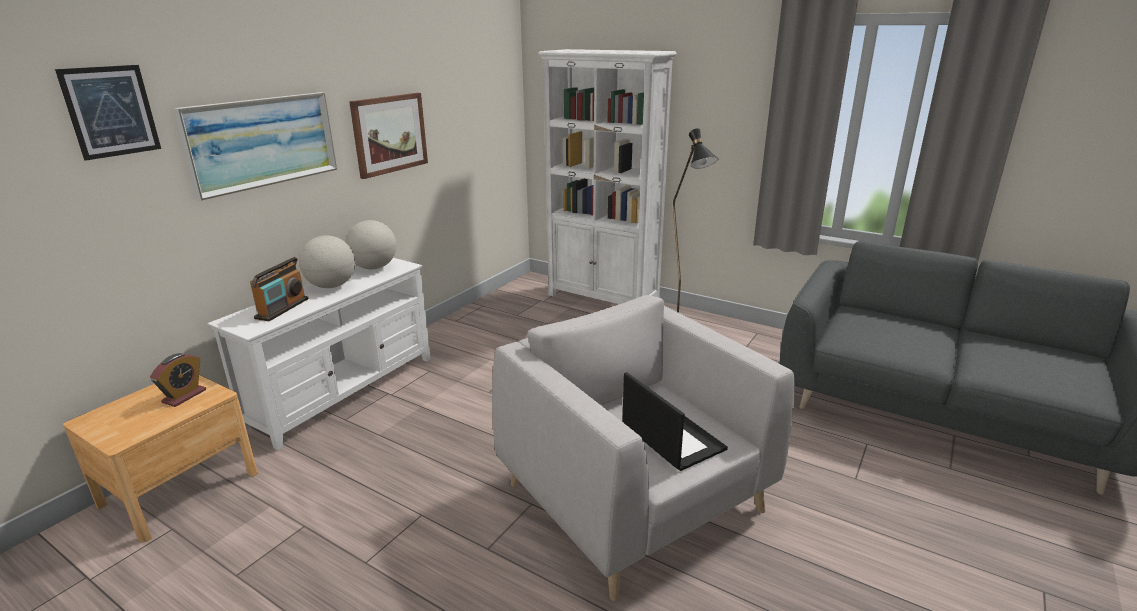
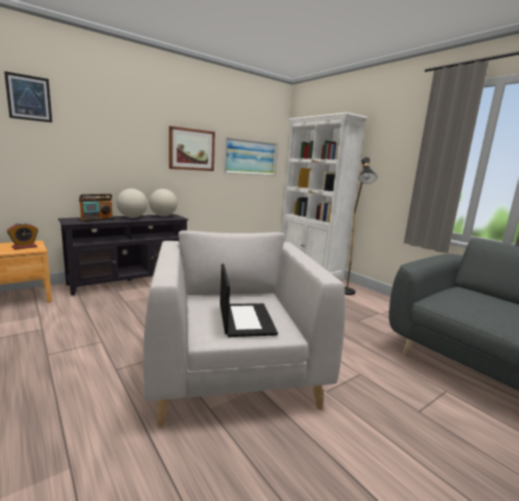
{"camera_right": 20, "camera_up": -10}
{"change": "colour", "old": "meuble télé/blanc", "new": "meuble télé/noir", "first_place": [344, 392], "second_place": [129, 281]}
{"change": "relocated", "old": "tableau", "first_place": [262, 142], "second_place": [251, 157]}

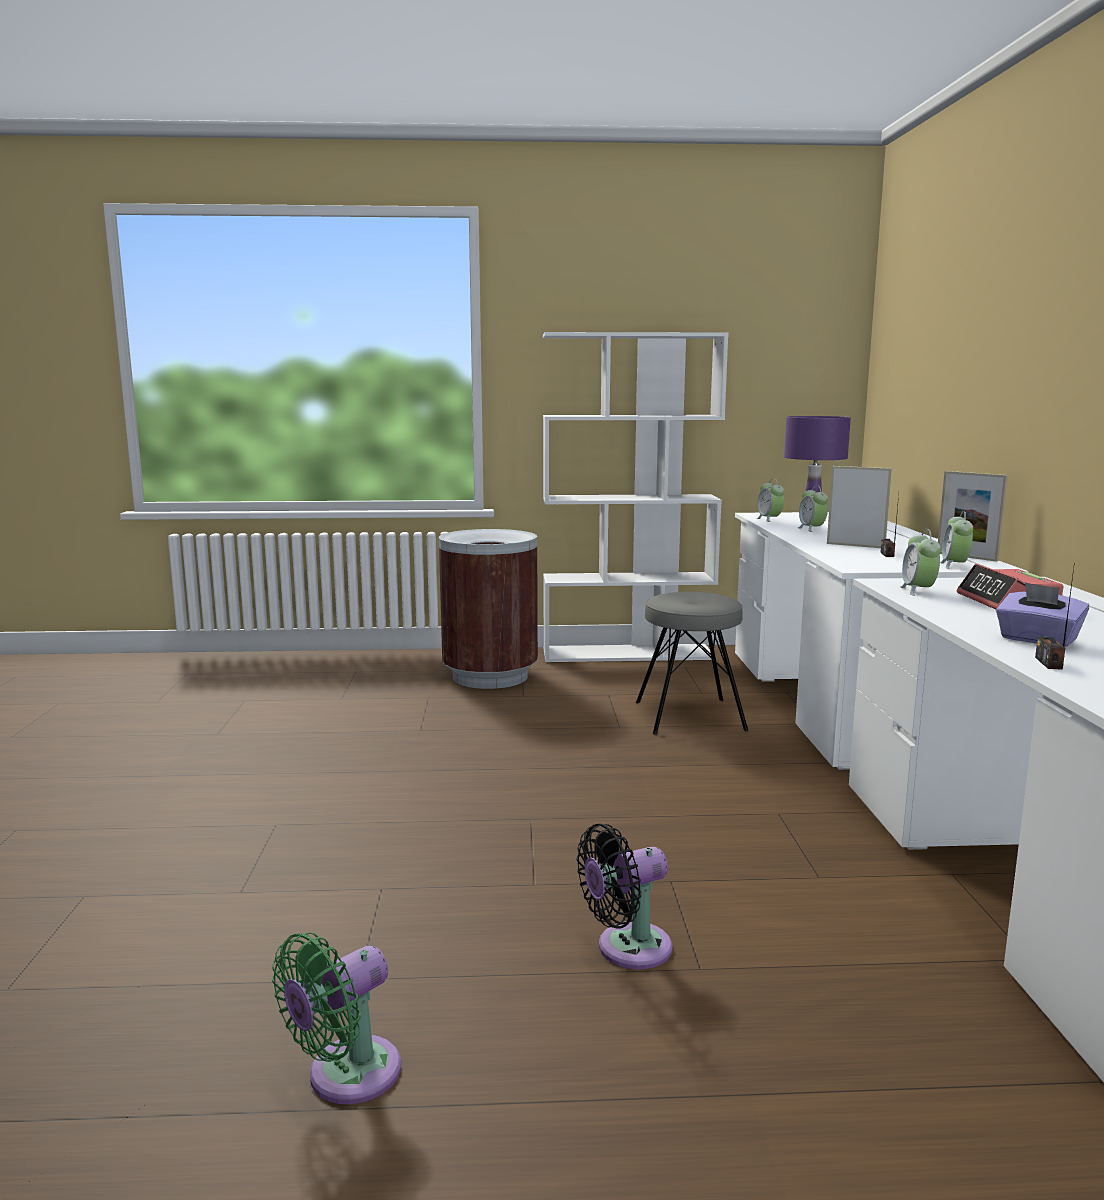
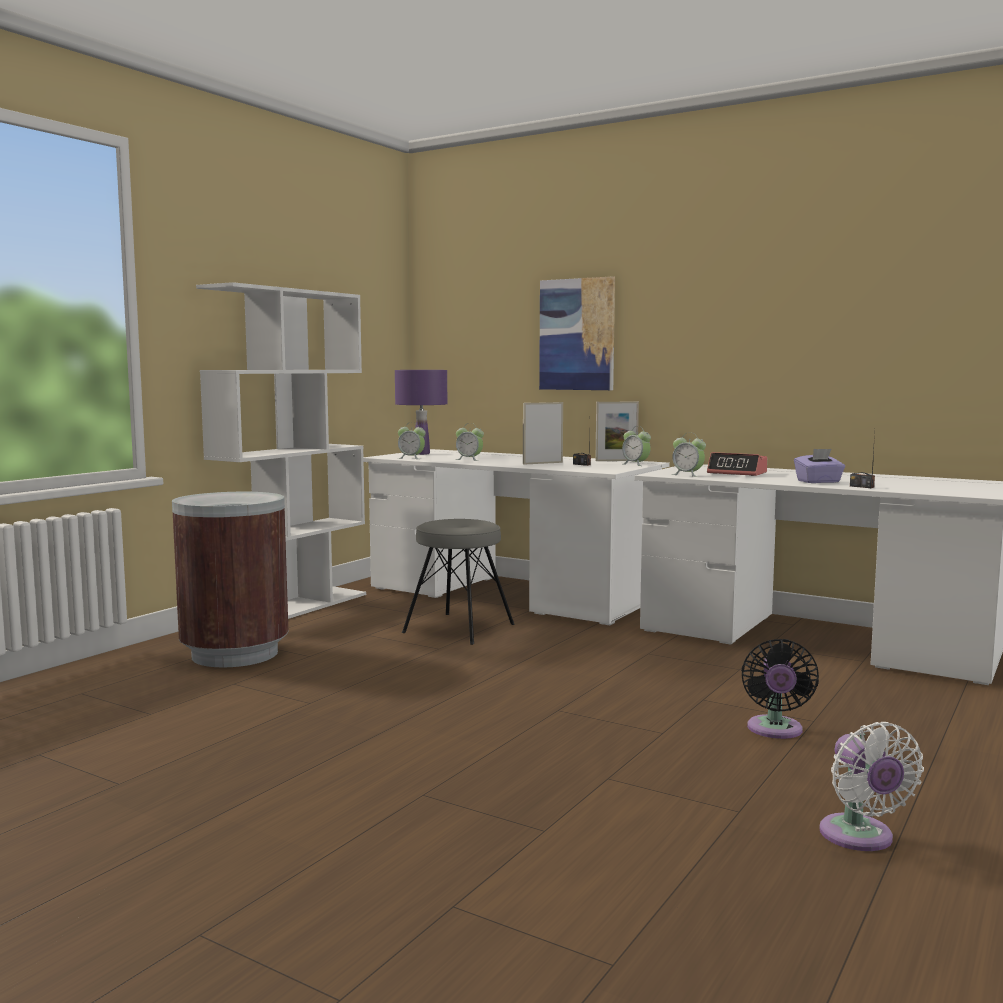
{"camera_right": -55, "camera_up": -5}
{"change": "appeared", "new": "tableau", "second_place": [577, 334]}
{"change": "colour", "old": "ventilateur/vert", "new": "ventilateur/blanc", "first_place": [346, 1076], "second_place": [860, 838]}

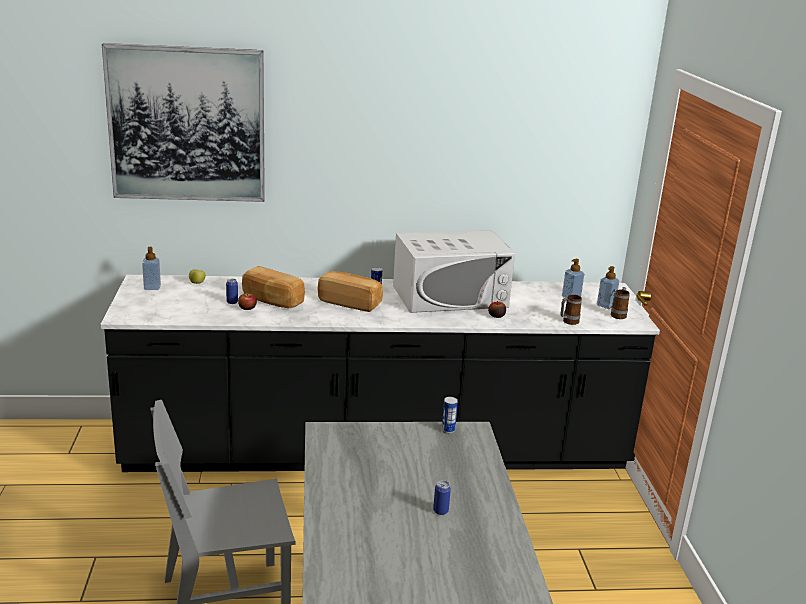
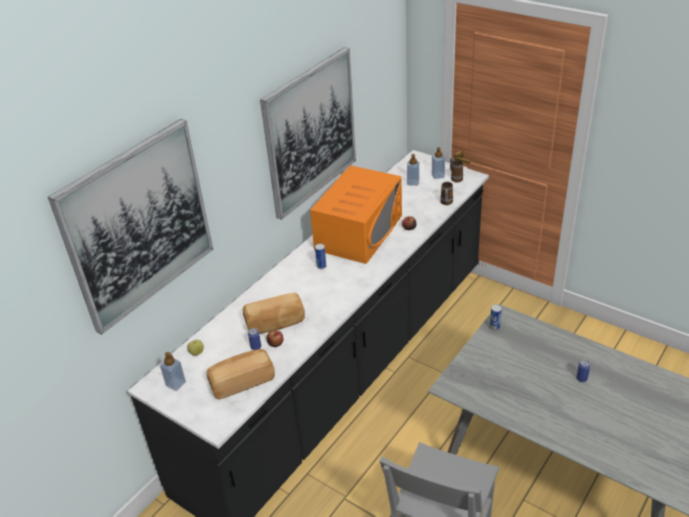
{"camera_right": -45, "camera_up": 15}
{"change": "relocated", "old": "pain", "first_place": [350, 302], "second_place": [242, 382]}
{"change": "appeared", "new": "tableau", "second_place": [310, 132]}
{"change": "colour", "old": "micro-ondes/blanc", "new": "micro-ondes/orange", "first_place": [450, 296], "second_place": [359, 232]}

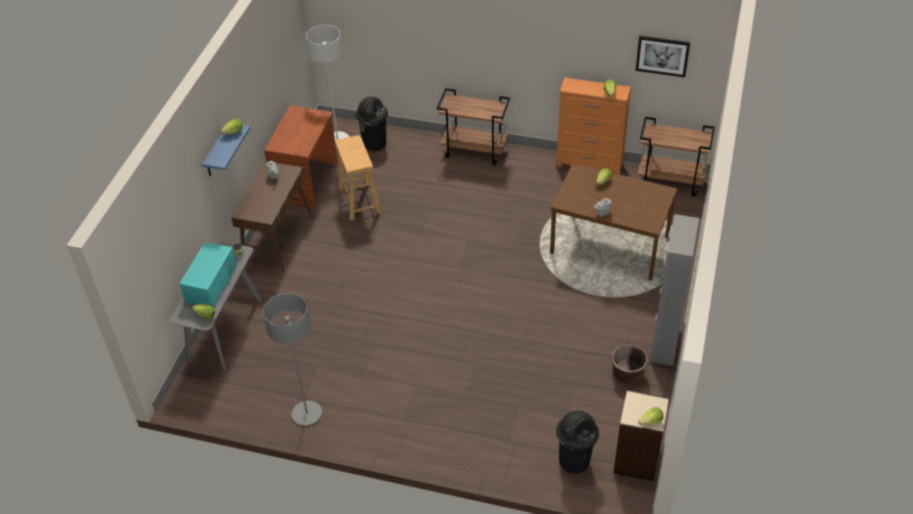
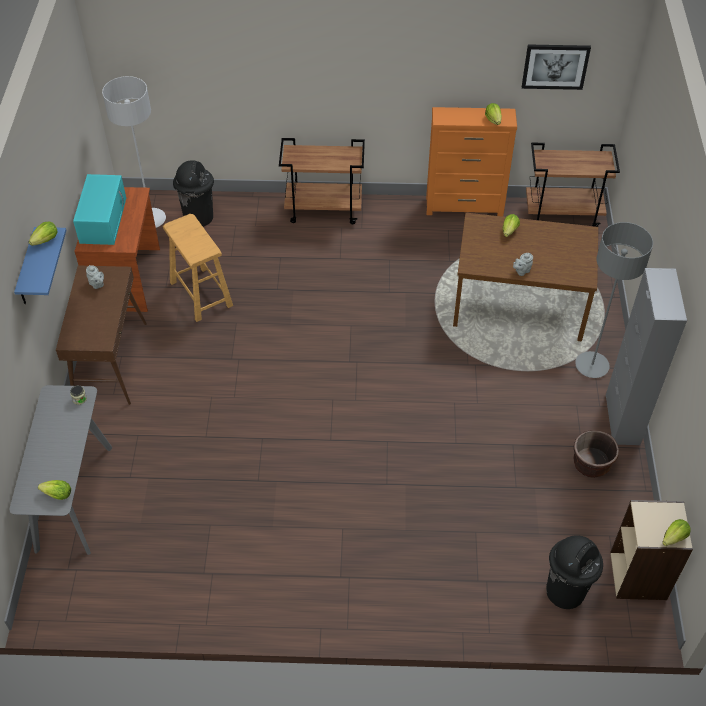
{"camera_right": -15, "camera_up": 5}
{"change": "relocated", "old": "micro-ondes/turquoise", "first_place": [211, 282], "second_place": [103, 219]}
{"change": "relocated", "old": "lampadaire/gris", "first_place": [307, 414], "second_place": [592, 366]}

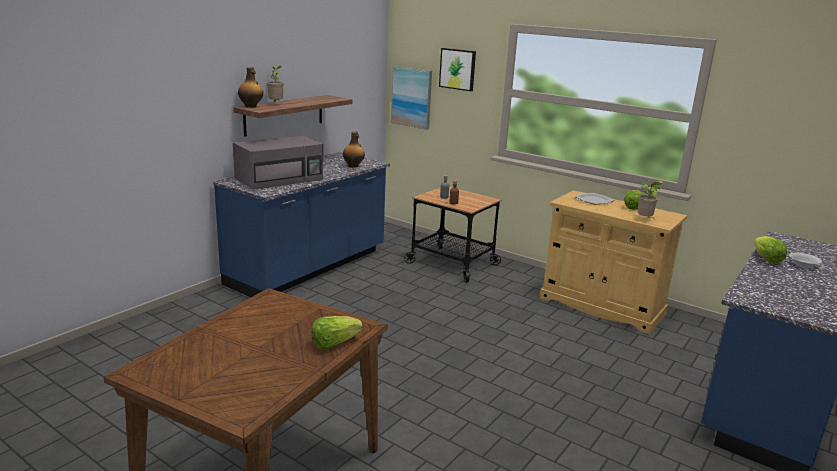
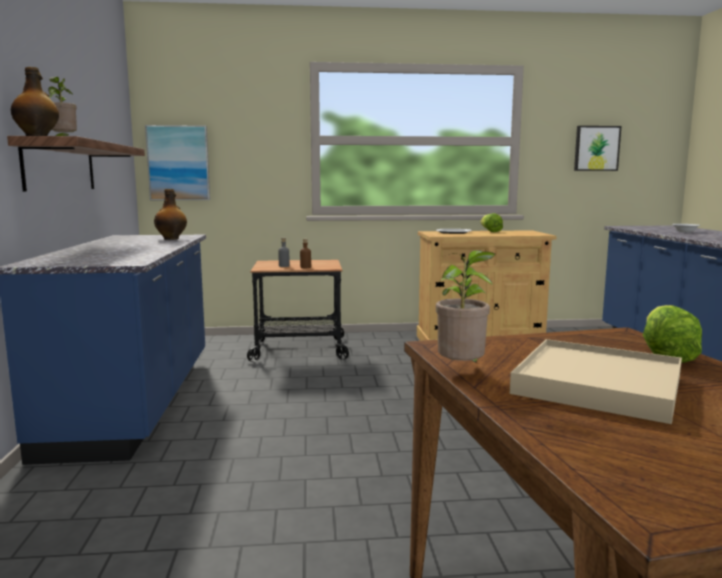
{"camera_right": -40, "camera_up": -10}
{"change": "relocated", "old": "plante en pot", "first_place": [645, 220], "second_place": [462, 371]}
{"change": "appeared", "new": "plateau/beige", "second_place": [598, 385]}
{"change": "relocated", "old": "tableau", "first_place": [458, 69], "second_place": [596, 148]}
{"change": "missing", "old": "micro-ondes/gris", "first_place": [280, 179]}
{"change": "missing", "old": "laitue", "first_place": [766, 259]}

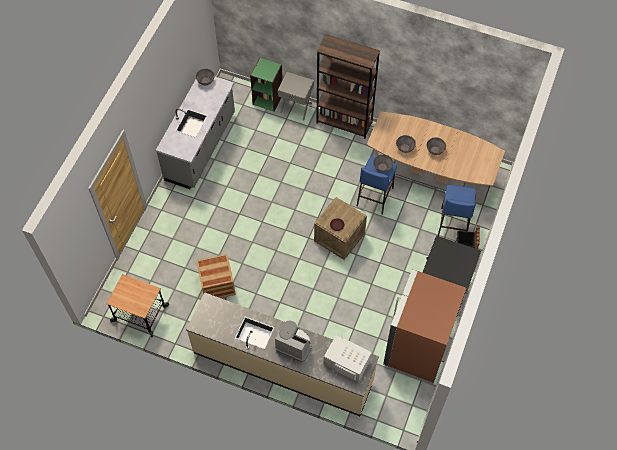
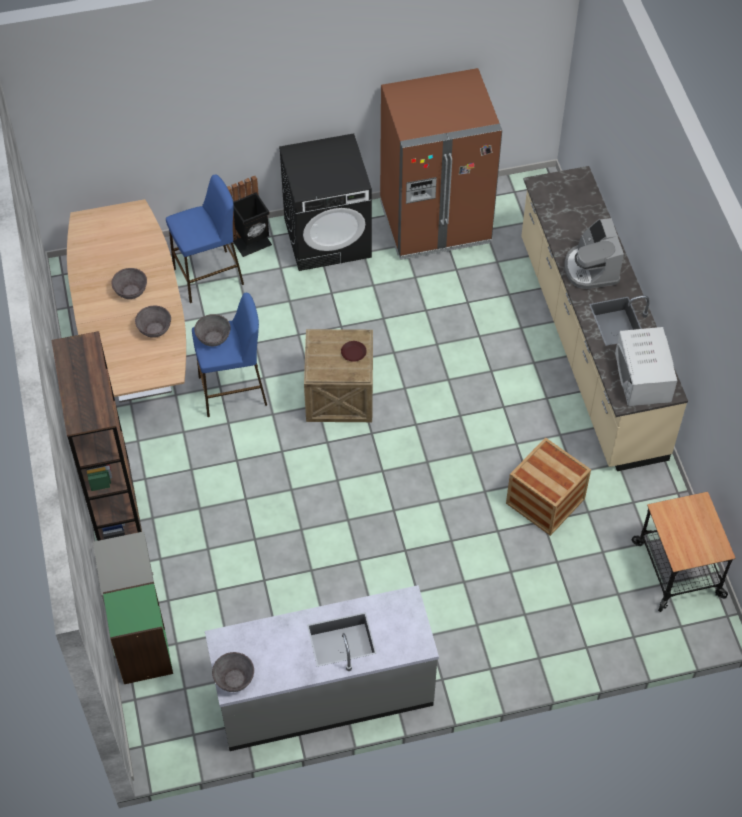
{"camera_right": -125, "camera_up": -5}
{"change": "relocated", "old": "micro-ondes/blanc", "first_place": [346, 362], "second_place": [643, 377]}

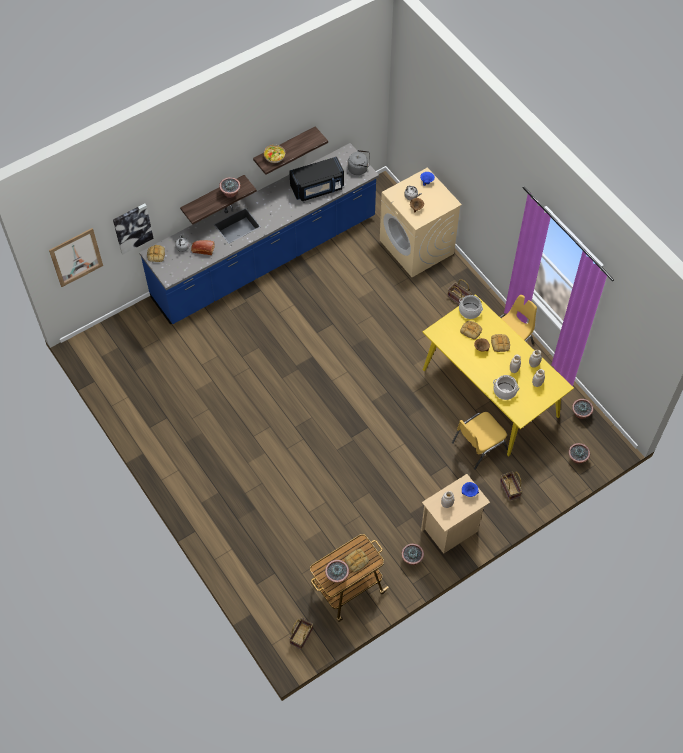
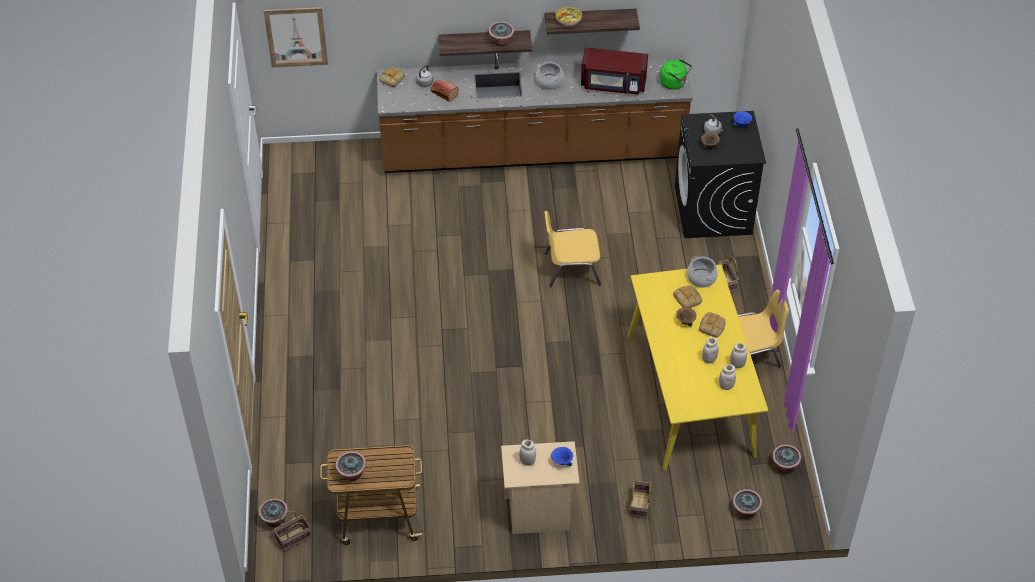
{"camera_right": 30, "camera_up": -10}
{"change": "relocated", "old": "plante en pot", "first_place": [412, 559], "second_place": [274, 520]}
{"change": "colour", "old": "comptoir de cuisine/bleu", "new": "comptoir de cuisine/marron", "first_place": [265, 258], "second_place": [532, 152]}
{"change": "relocated", "old": "marmite", "first_place": [504, 391], "second_place": [549, 82]}
{"change": "relocated", "old": "chaise/jaune", "first_place": [478, 446], "second_place": [571, 268]}
{"change": "colour", "old": "micro-ondes/noir", "new": "micro-ondes/rouge", "first_place": [317, 188], "second_place": [613, 84]}
{"change": "colour", "old": "bouilloire/gris", "new": "bouilloire/vert", "first_place": [359, 169], "second_place": [674, 83]}
{"change": "colour", "old": "lave-linge/beige", "new": "lave-linge/noir", "first_place": [417, 247], "second_place": [713, 210]}
{"change": "missing", "old": "tableau", "first_place": [132, 228]}
{"change": "missing", "old": "pain", "first_place": [356, 561]}

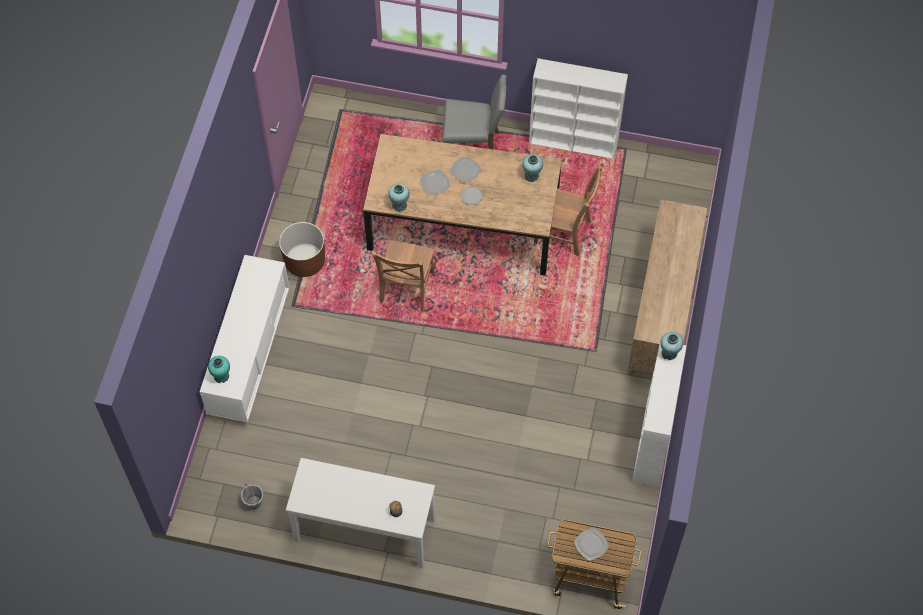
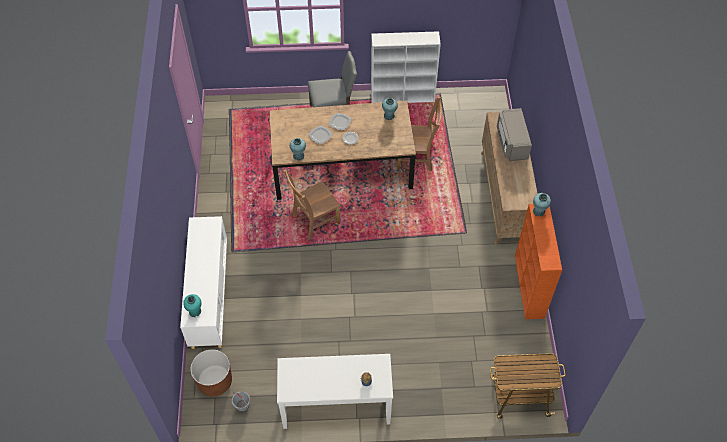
{"camera_right": -15, "camera_up": -5}
{"change": "relocated", "old": "cache-pot/marron", "first_place": [304, 261], "second_place": [215, 381]}
{"change": "spun", "old": "chaise/marron", "first_place": [406, 289], "second_place": [314, 220], "degrees": 60}
{"change": "appeared", "new": "micro-ondes/gris", "second_place": [512, 142]}
{"change": "colour", "old": "bibliothèque/blanc", "new": "bibliothèque/orange", "first_place": [652, 441], "second_place": [529, 287]}
{"change": "missing", "old": "assiette", "first_place": [591, 544]}

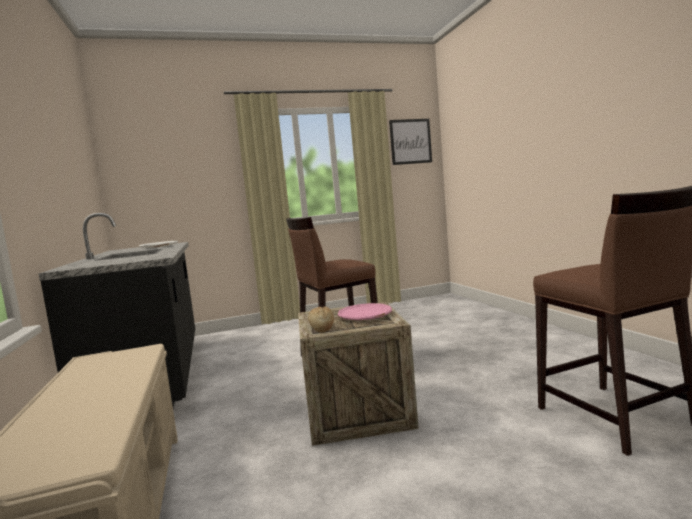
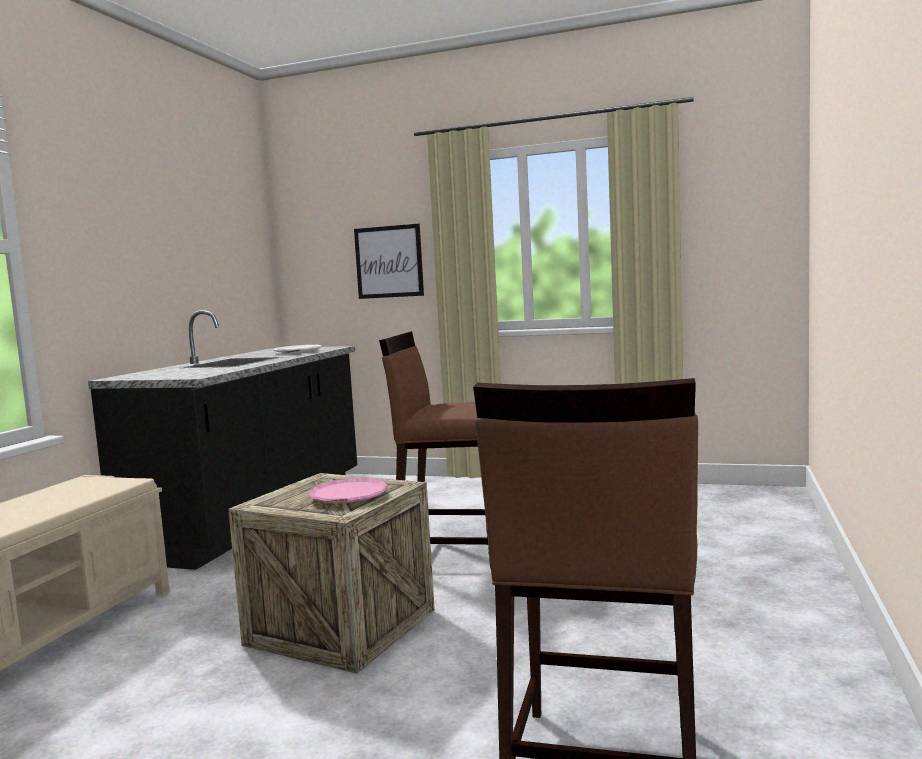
{"camera_right": 35, "camera_up": 0}
{"change": "relocated", "old": "tableau", "first_place": [410, 141], "second_place": [389, 262]}
{"change": "missing", "old": "pain", "first_place": [321, 328]}

